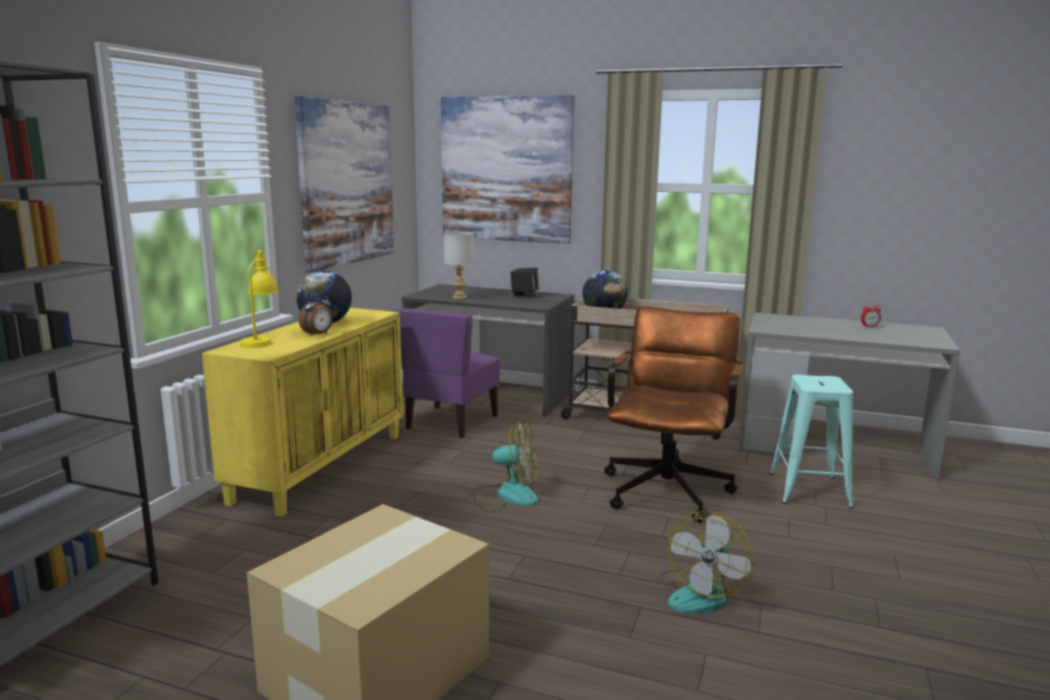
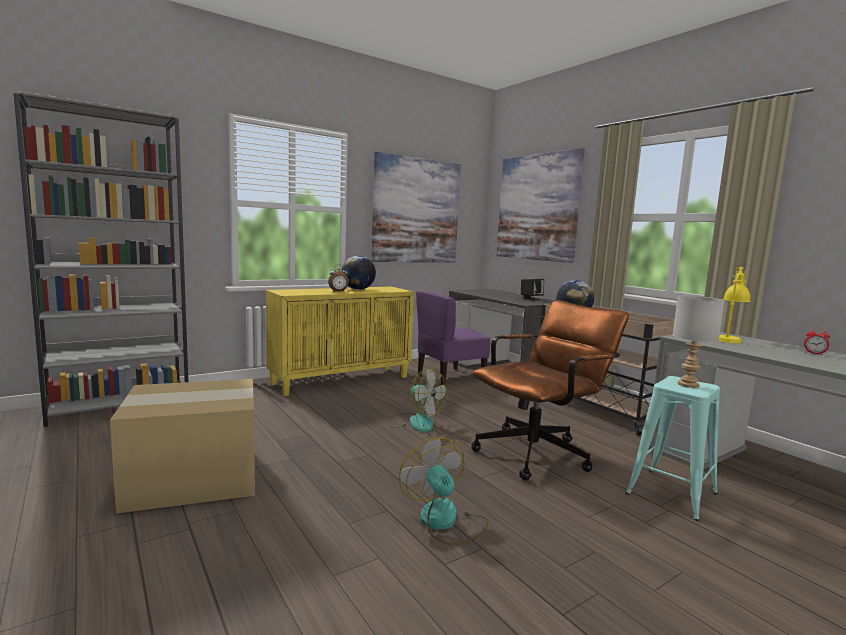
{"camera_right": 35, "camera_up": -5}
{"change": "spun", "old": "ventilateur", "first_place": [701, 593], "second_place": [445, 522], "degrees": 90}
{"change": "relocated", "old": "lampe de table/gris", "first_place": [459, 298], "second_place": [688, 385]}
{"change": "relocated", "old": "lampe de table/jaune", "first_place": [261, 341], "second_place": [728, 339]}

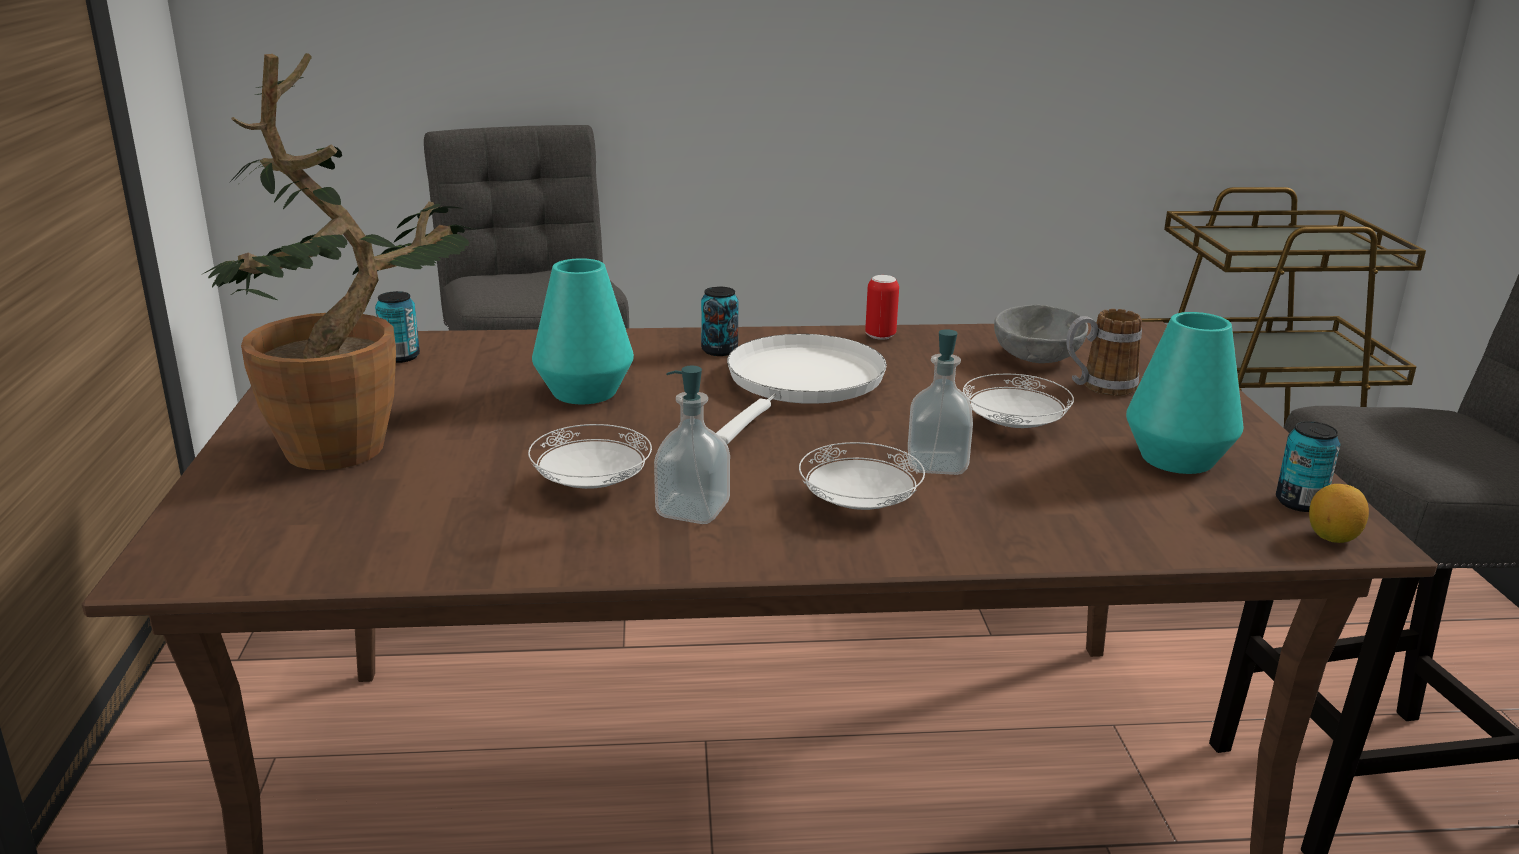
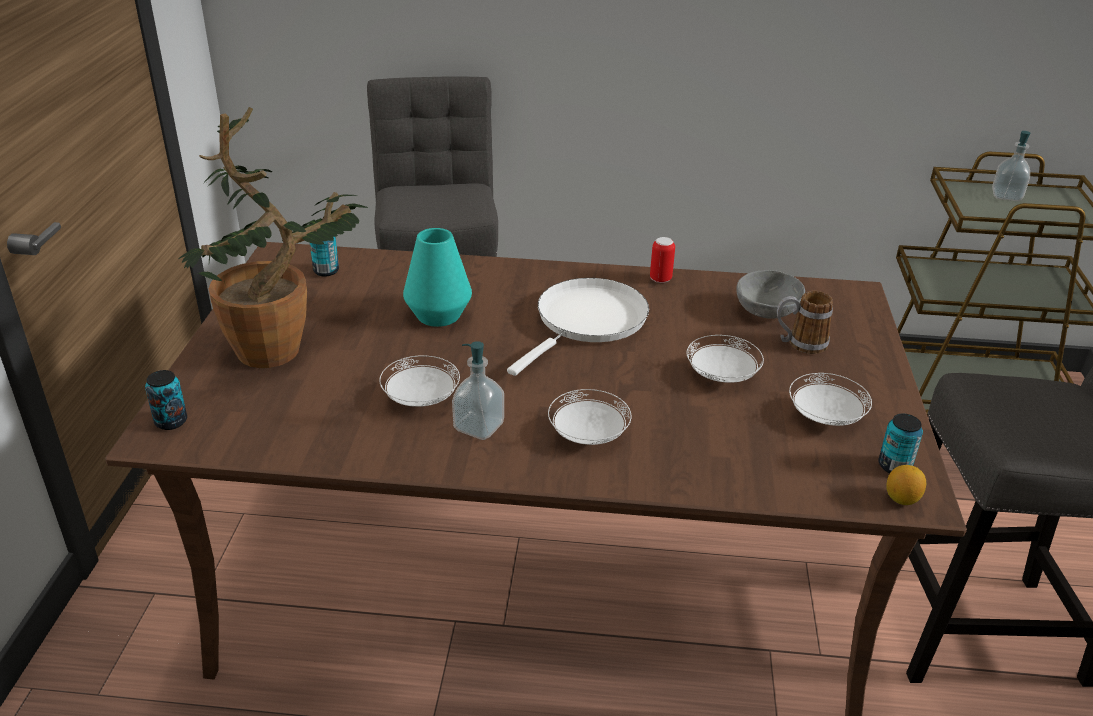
{"camera_right": 10, "camera_up": 10}
{"change": "relocated", "old": "boîte métallique", "first_place": [719, 350], "second_place": [171, 421]}
{"change": "exchanged", "old": "vase/turquoise", "new": "assiette/blanc", "first_place": [1176, 458], "second_place": [825, 417]}
{"change": "relocated", "old": "distributeur de savon", "first_place": [937, 464], "second_place": [1006, 196]}

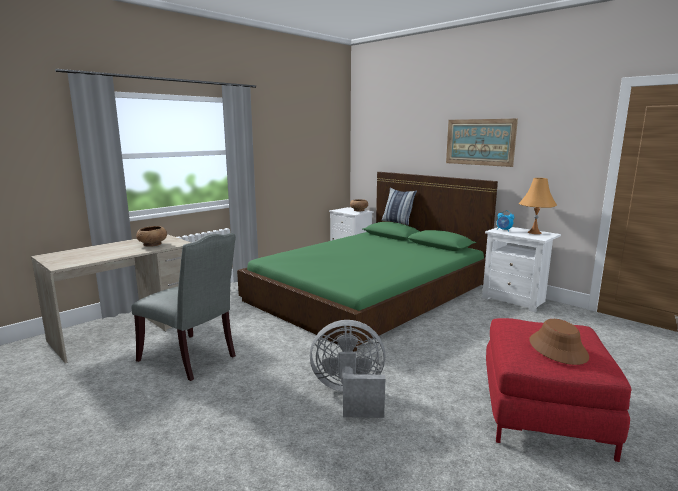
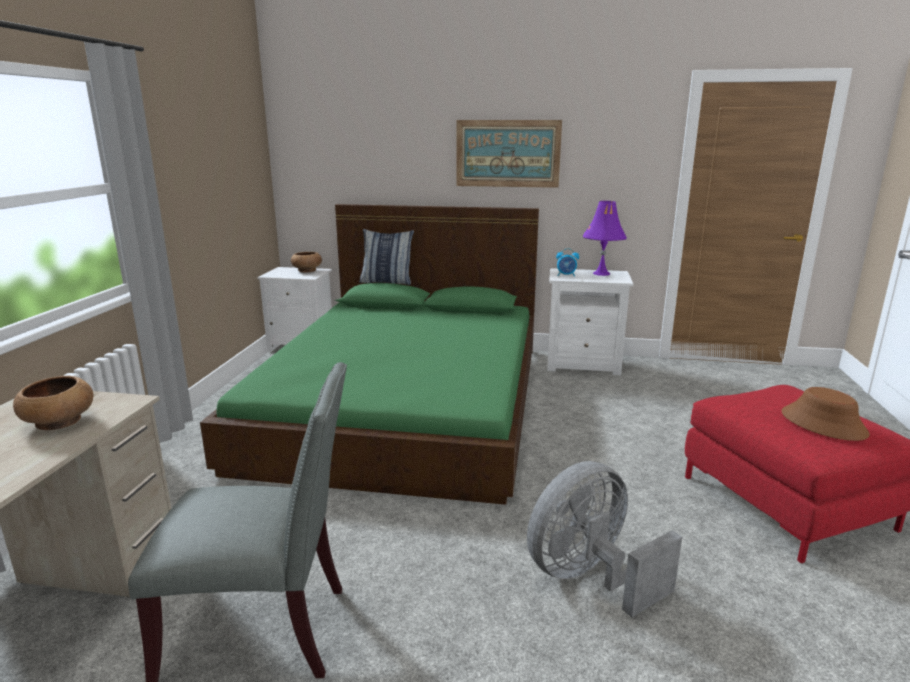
{"camera_right": -35, "camera_up": 5}
{"change": "colour", "old": "lampe de table/orange", "new": "lampe de table/violet", "first_place": [534, 232], "second_place": [601, 273]}

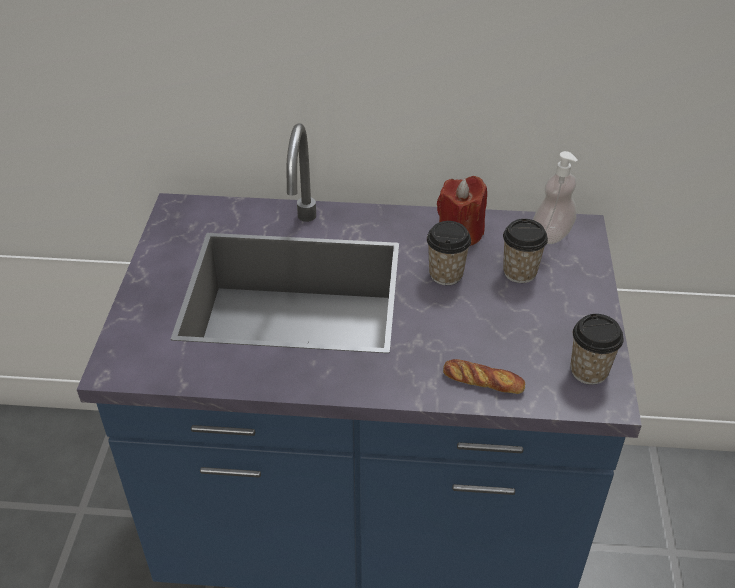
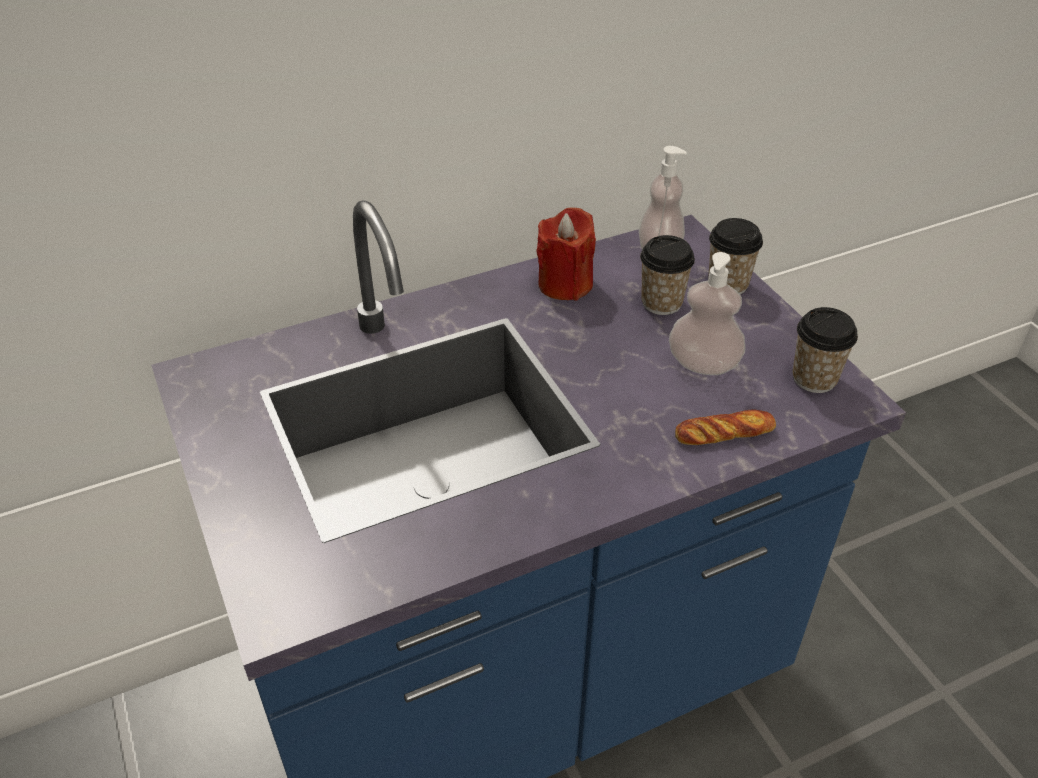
{"camera_right": -30, "camera_up": 0}
{"change": "appeared", "new": "distributeur de savon", "second_place": [703, 364]}
{"change": "relocated", "old": "tasse", "first_place": [446, 274], "second_place": [728, 284]}

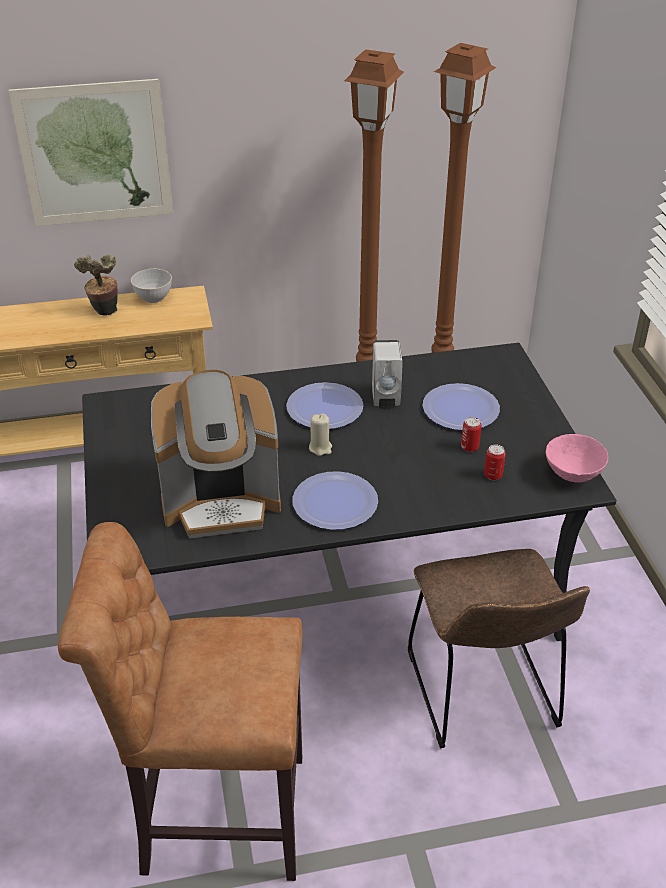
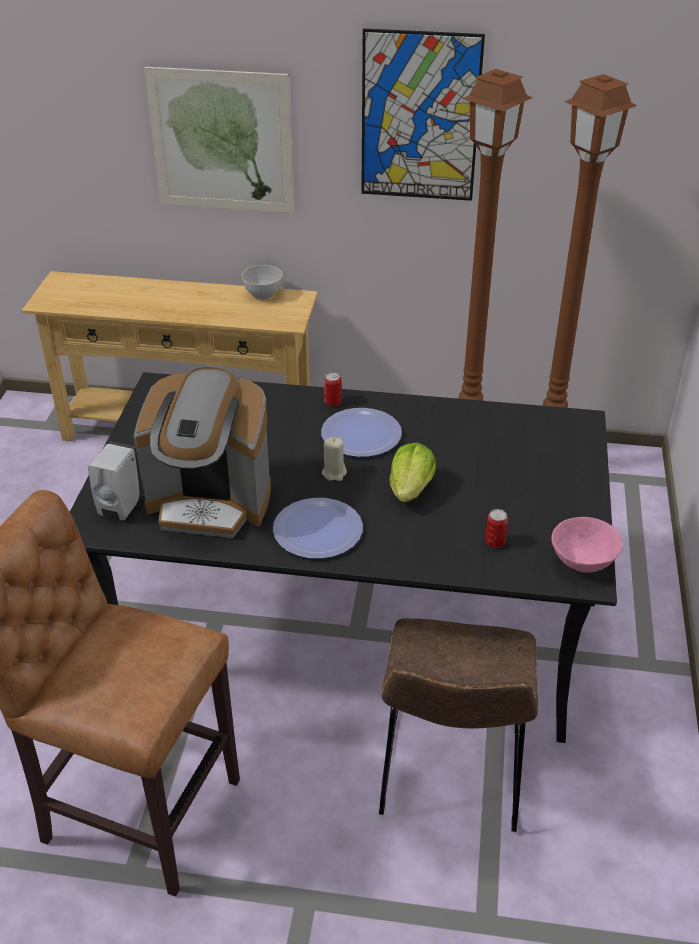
{"camera_right": 20, "camera_up": 0}
{"change": "relocated", "old": "distributeur de savon/blanc", "first_place": [385, 399], "second_place": [120, 509]}
{"change": "relocated", "old": "boîte métallique", "first_place": [469, 447], "second_place": [333, 402]}
{"change": "appeared", "new": "tableau", "second_place": [420, 117]}
{"change": "appeared", "new": "laitue", "second_place": [411, 489]}
{"change": "missing", "old": "plante en pot", "first_place": [104, 312]}
{"change": "missing", "old": "assiette", "first_place": [460, 409]}

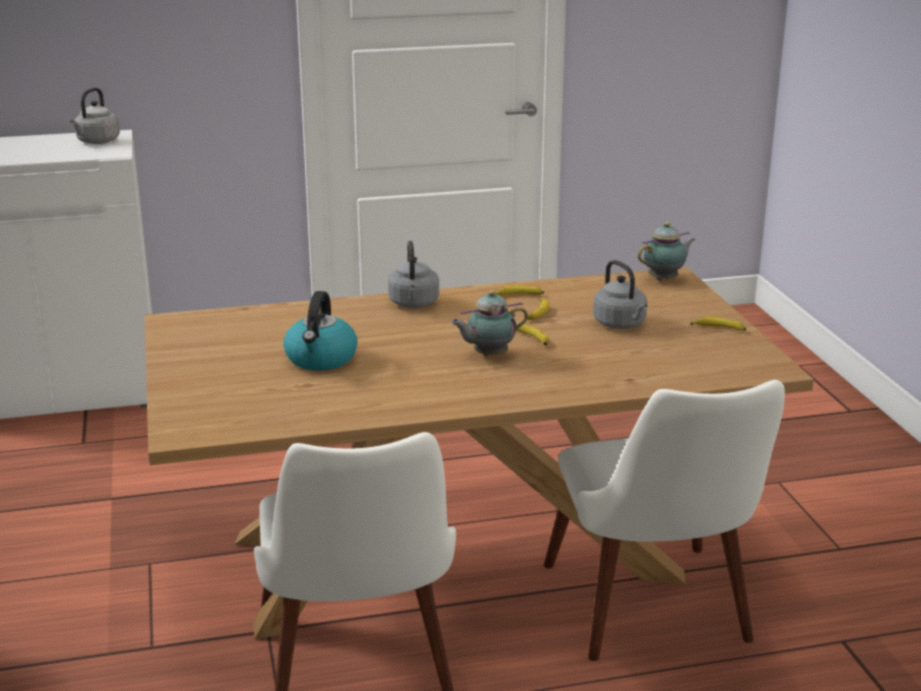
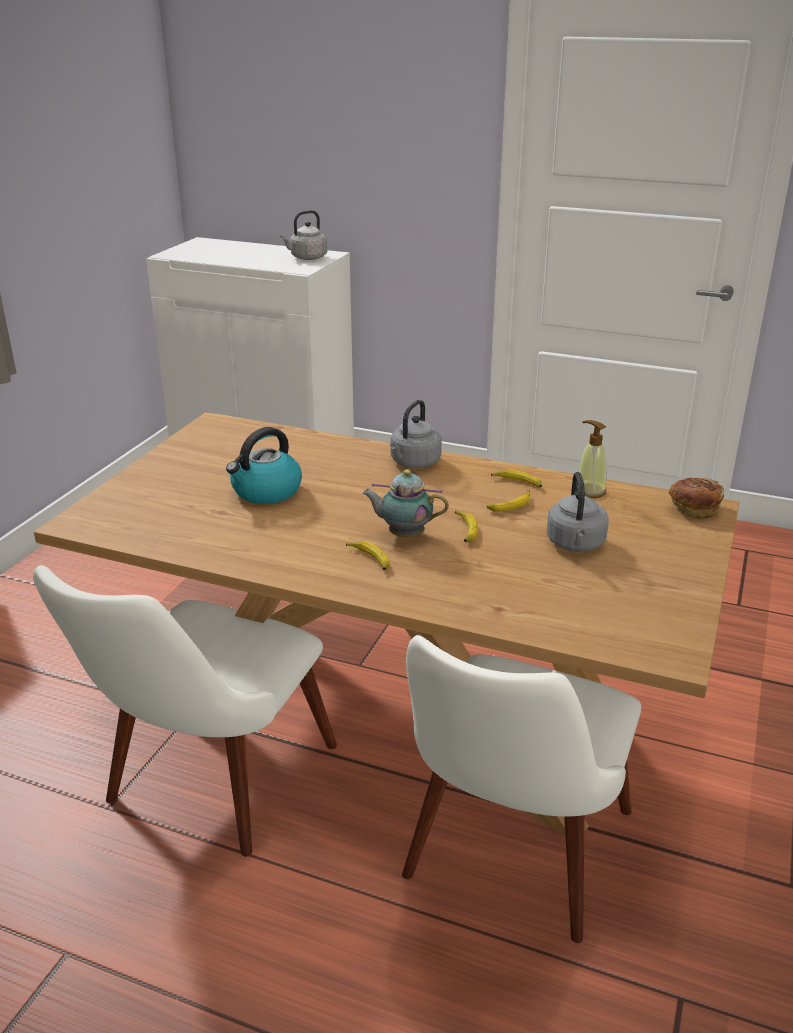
{"camera_right": 35, "camera_up": 5}
{"change": "relocated", "old": "banane", "first_place": [718, 329], "second_place": [369, 559]}
{"change": "appeared", "new": "distributeur de savon", "second_place": [589, 491]}
{"change": "exchanged", "old": "théière", "new": "pain", "first_place": [665, 279], "second_place": [694, 508]}

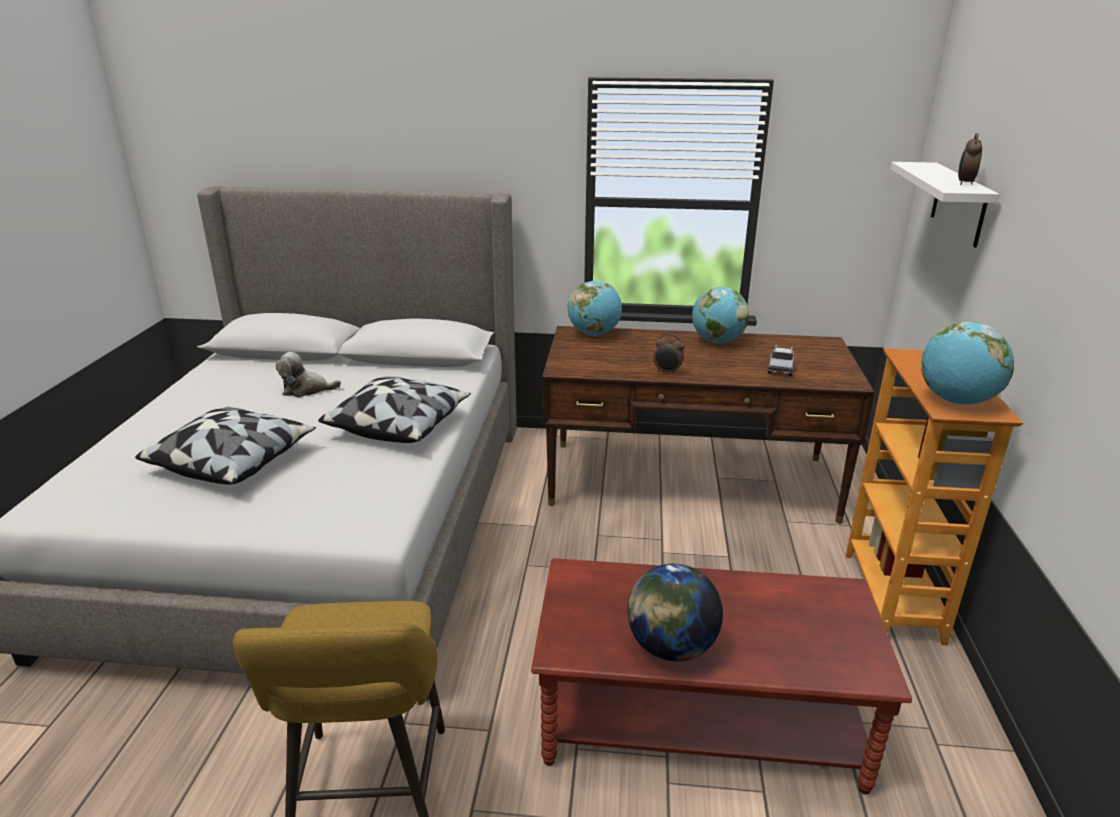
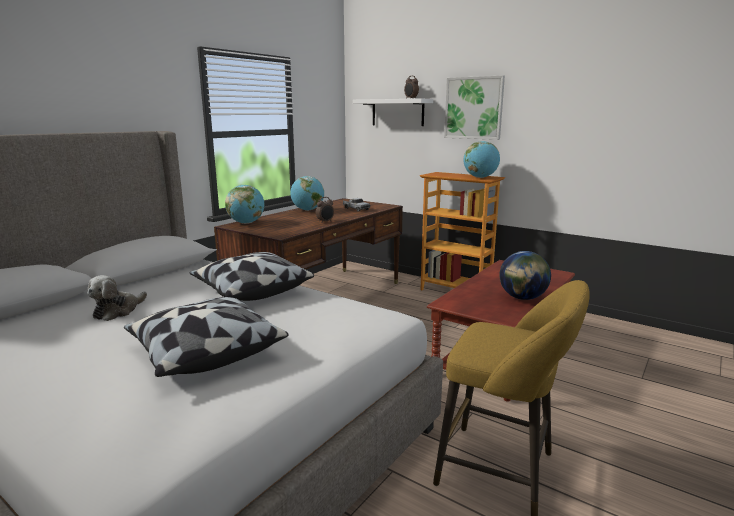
{"camera_right": -60, "camera_up": -10}
{"change": "appeared", "new": "tableau", "second_place": [473, 108]}

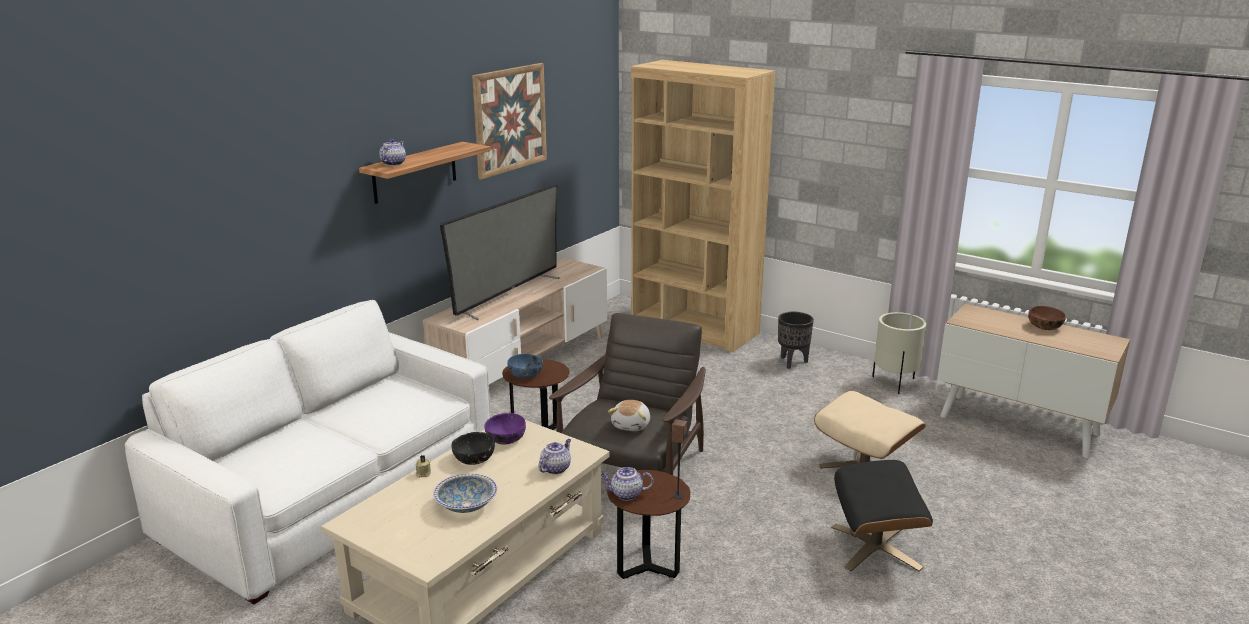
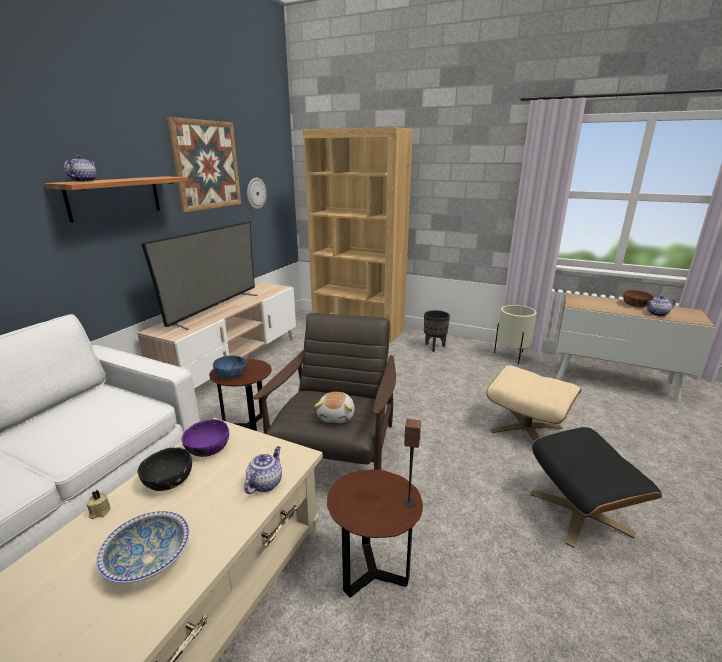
{"camera_right": -10, "camera_up": 0}
{"change": "appeared", "new": "horloge murale", "second_place": [256, 193]}
{"change": "relocated", "old": "théière", "first_place": [626, 494], "second_place": [657, 314]}

